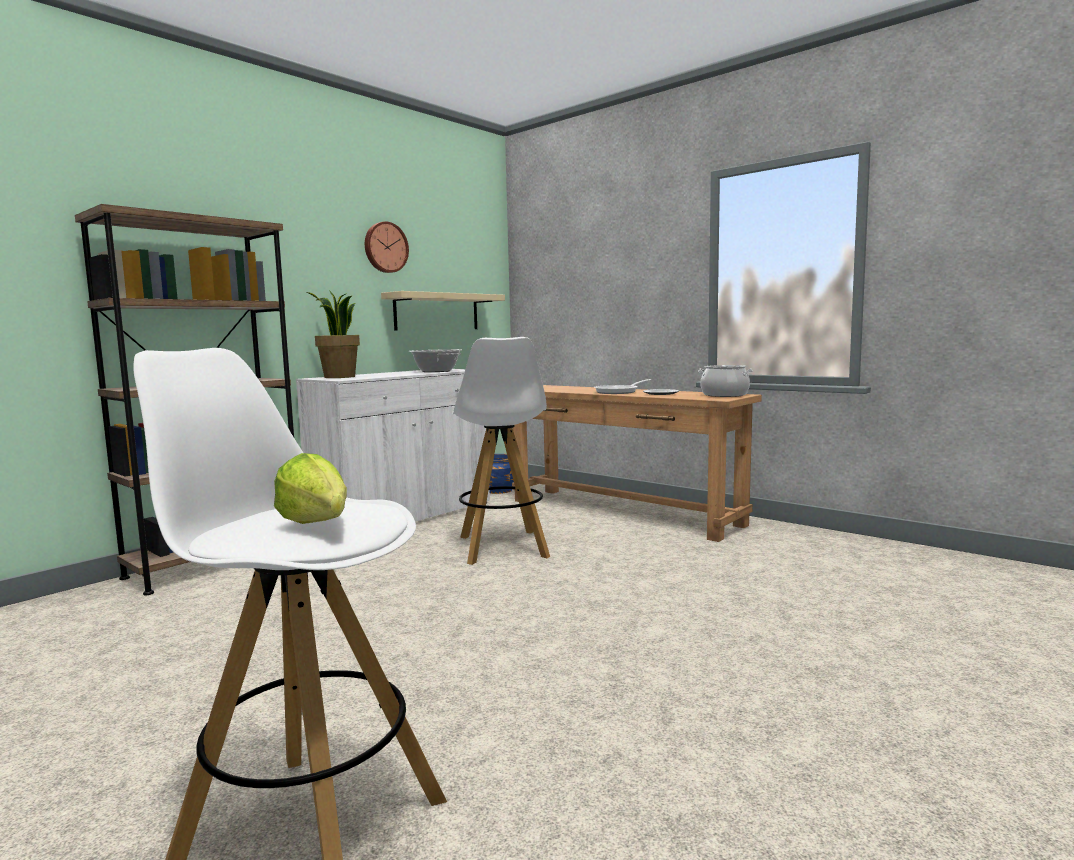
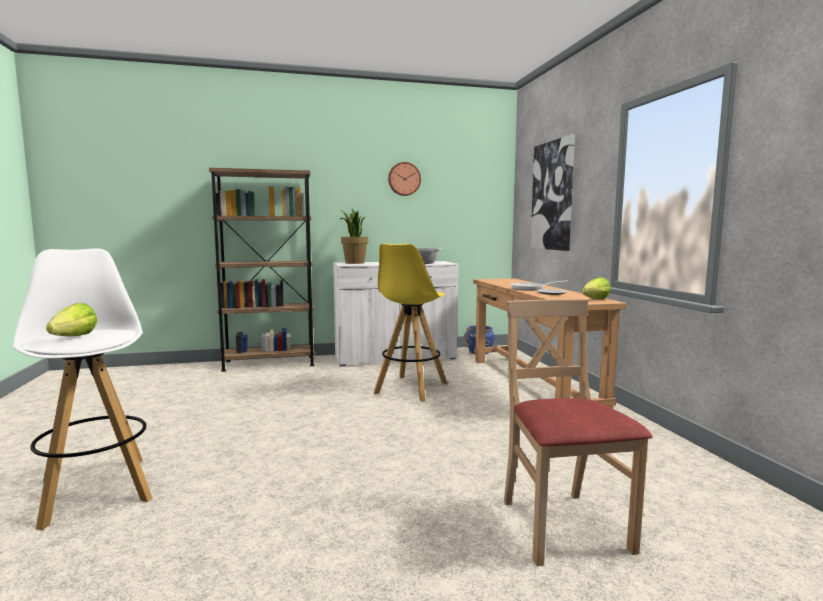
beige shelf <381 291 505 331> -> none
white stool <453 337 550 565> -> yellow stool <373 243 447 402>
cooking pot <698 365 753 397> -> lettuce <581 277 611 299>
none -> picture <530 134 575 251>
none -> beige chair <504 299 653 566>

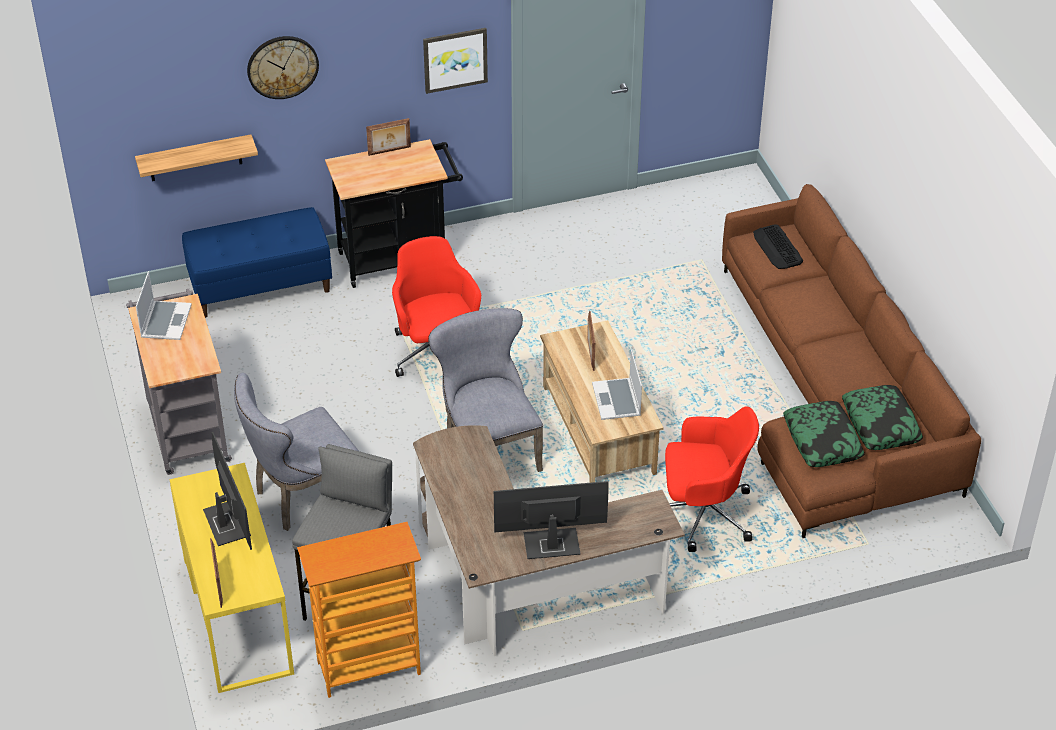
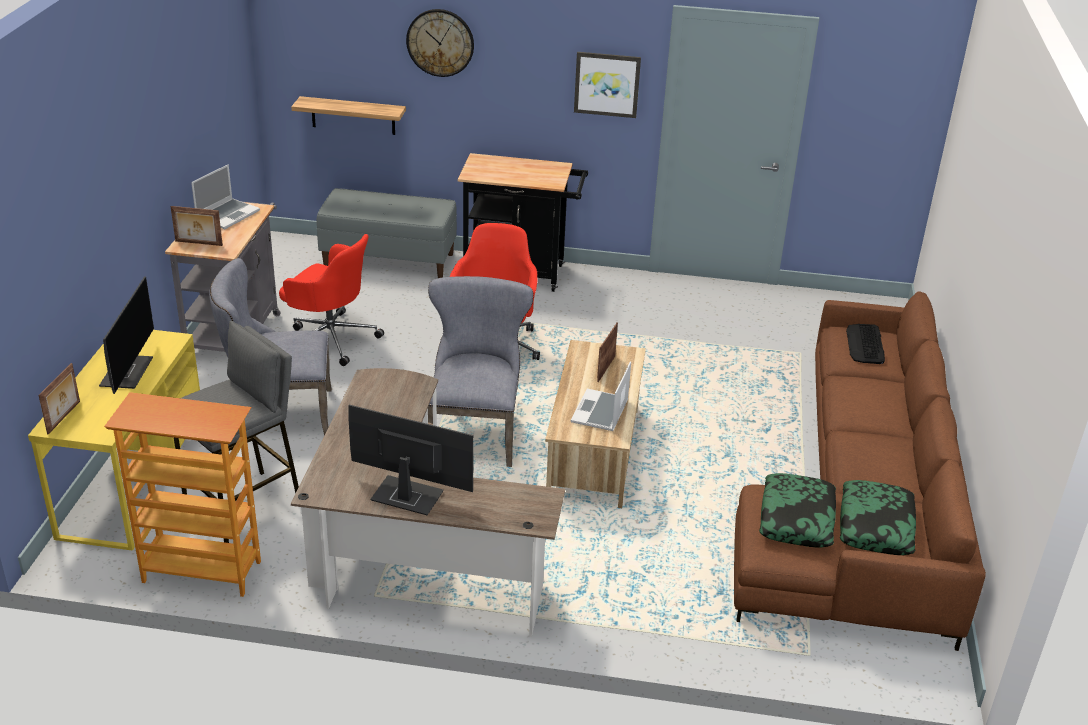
picture frame <366 118 411 156> -> picture frame <171 206 223 246>, relocated
blue bench <182 207 332 318> -> grey bench <317 188 457 278>
red office chair <665 406 759 552> -> red office chair <279 234 384 366>, relocated

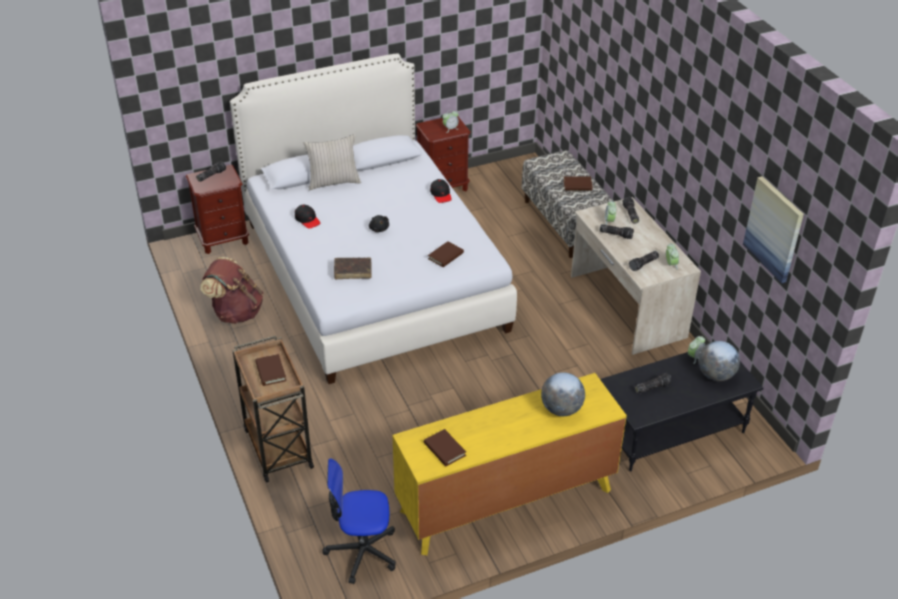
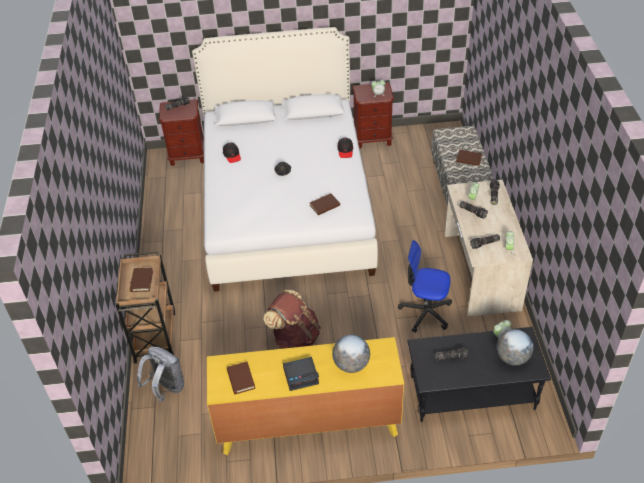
beige pillow <303 134 361 190> -> none
picture <743 176 804 283> -> none
brown backpack <200 257 263 324> -> brown backpack <263 290 321 349>, relocated
brown book <334 257 372 279> -> none
office chair <323 458 396 584> -> office chair <398 240 452 333>, relocated
none -> grey backpack <137 347 184 402>
none -> alarm clock <283 357 319 391>

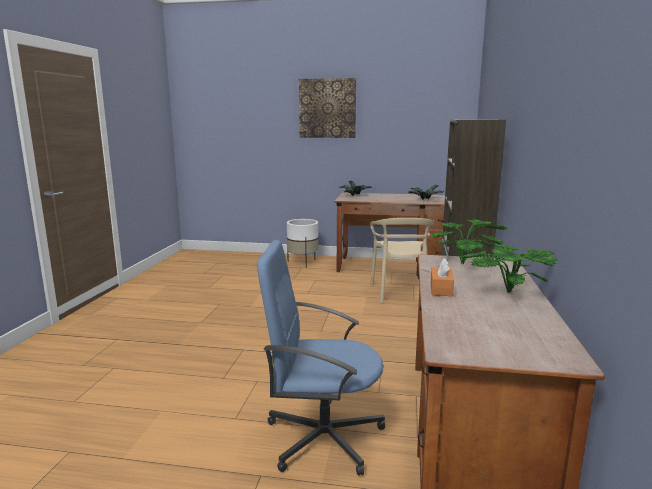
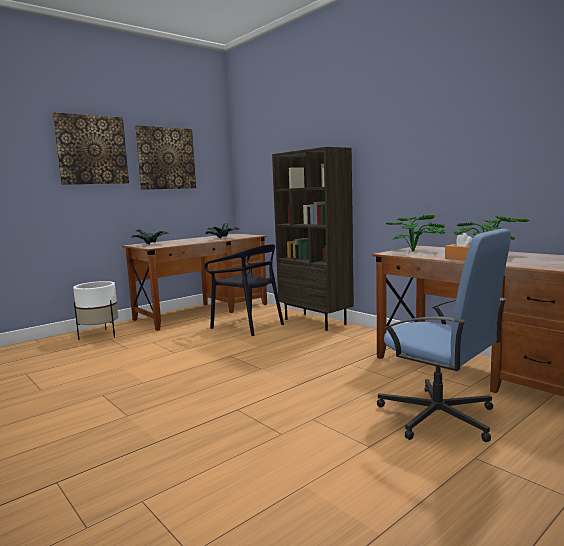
beige chair <370 218 434 303> -> black chair <204 244 284 336>
blue office chair <257 240 385 476> -> blue office chair <377 229 511 442>, 90 degrees counterclockwise
none -> picture <135 125 196 190>

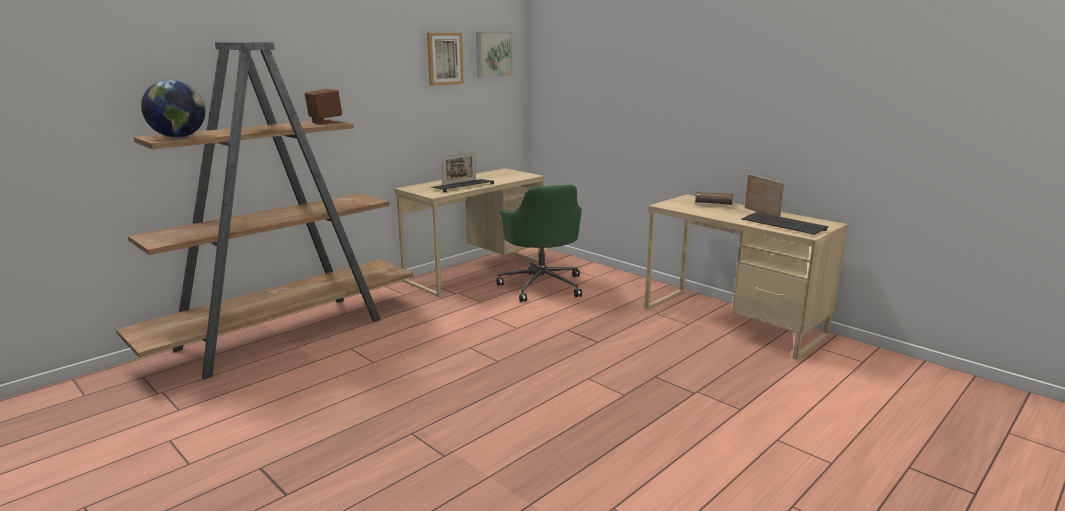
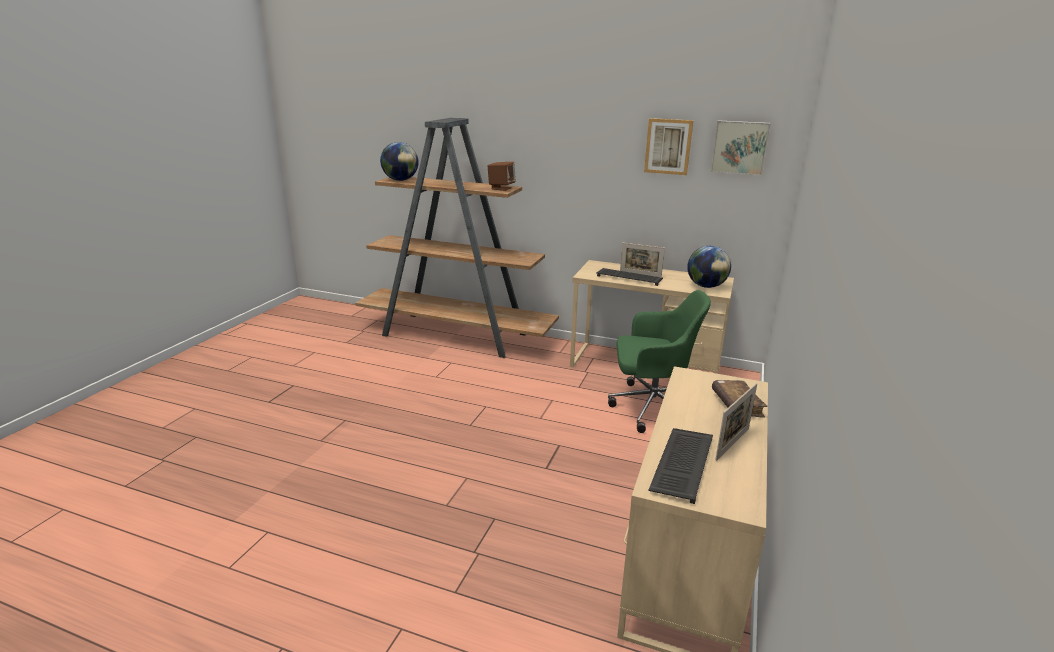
green office chair <496 185 582 302> -> green office chair <608 290 711 433>, 135 degrees counterclockwise
none -> globe <687 246 731 288>

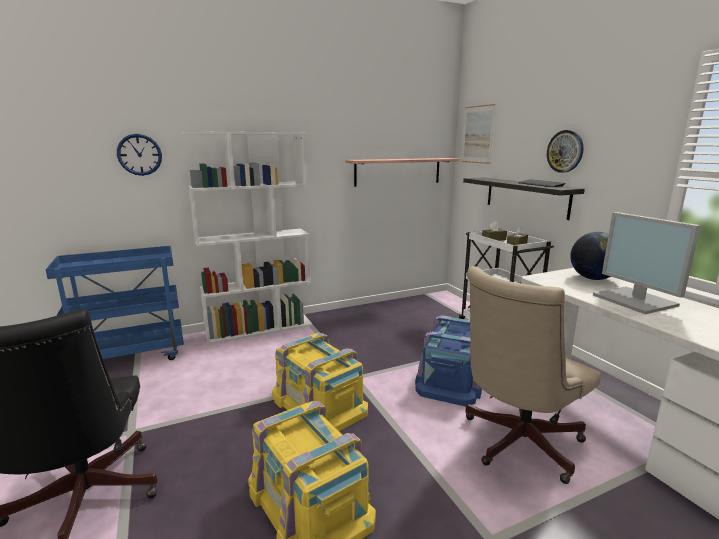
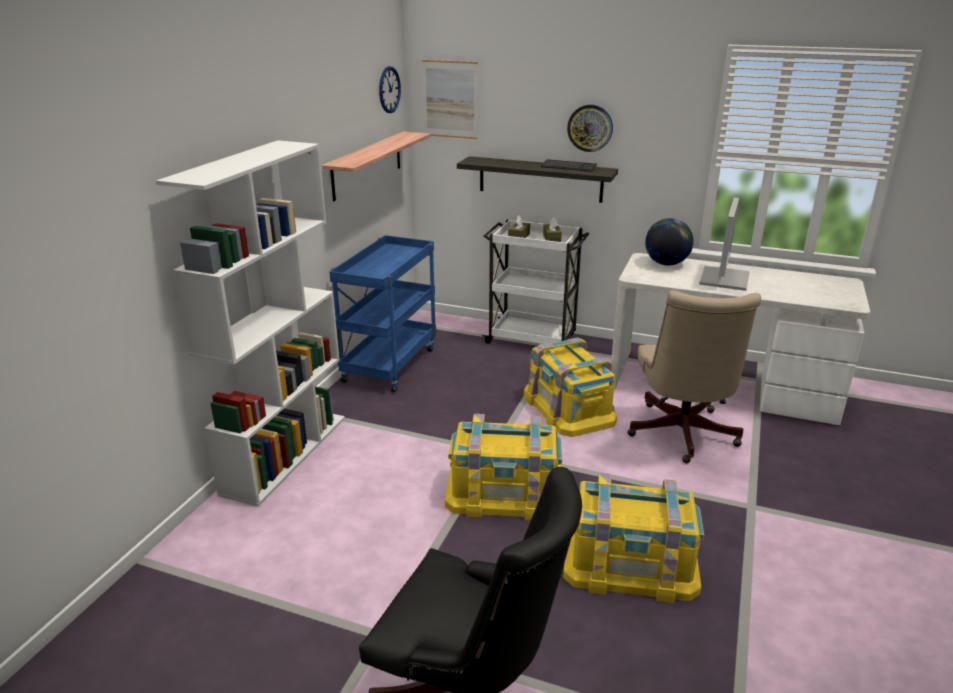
wall clock <117 134 162 176> -> wall clock <379 66 401 113>, relocated
monitor <593 212 701 314> -> monitor <699 197 750 291>, 90 degrees counterclockwise
blue cart <46 246 184 360> -> blue cart <329 235 436 393>, relocated
blue storage box <415 315 482 406> -> yellow storage box <524 337 617 437>

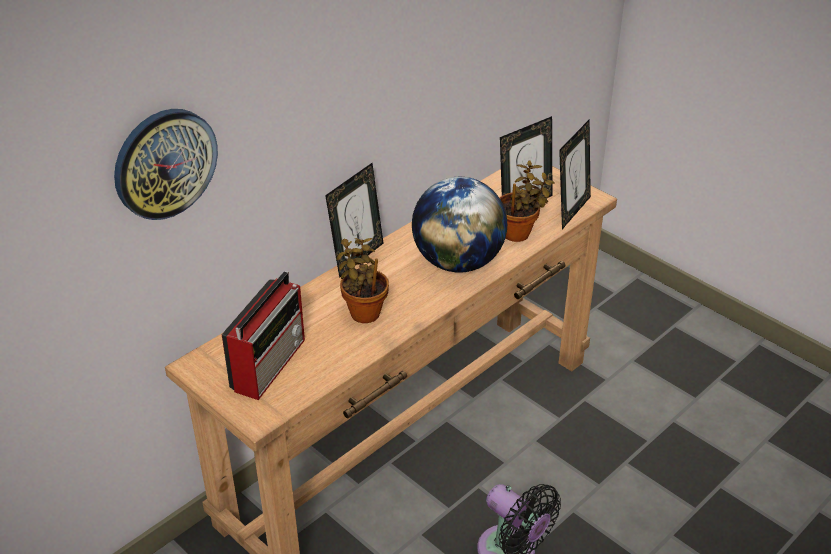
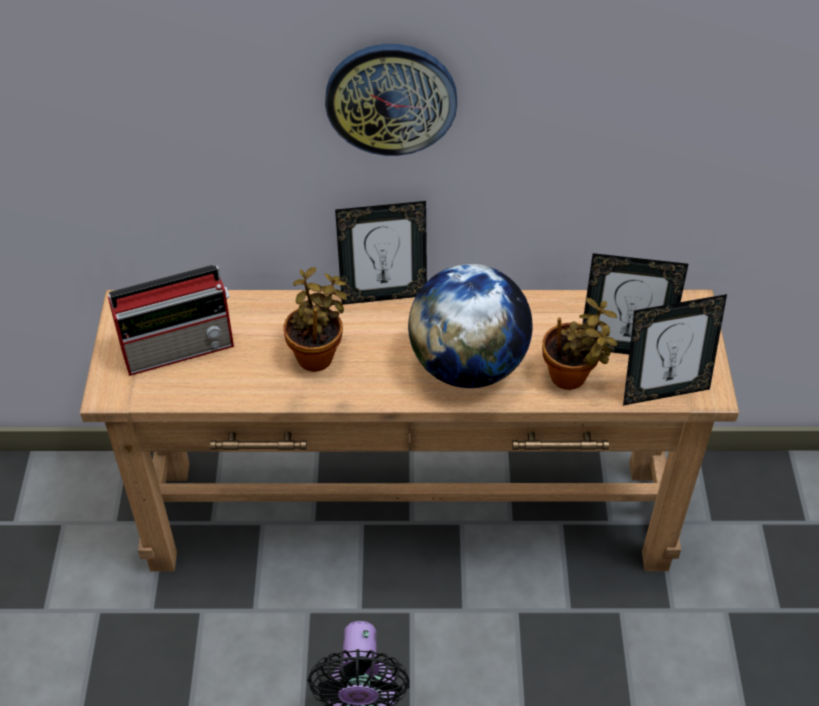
wall clock <114 109 218 220> -> wall clock <325 44 457 156>, relocated

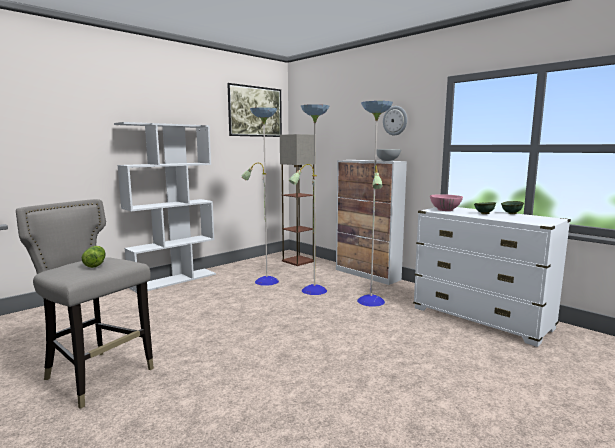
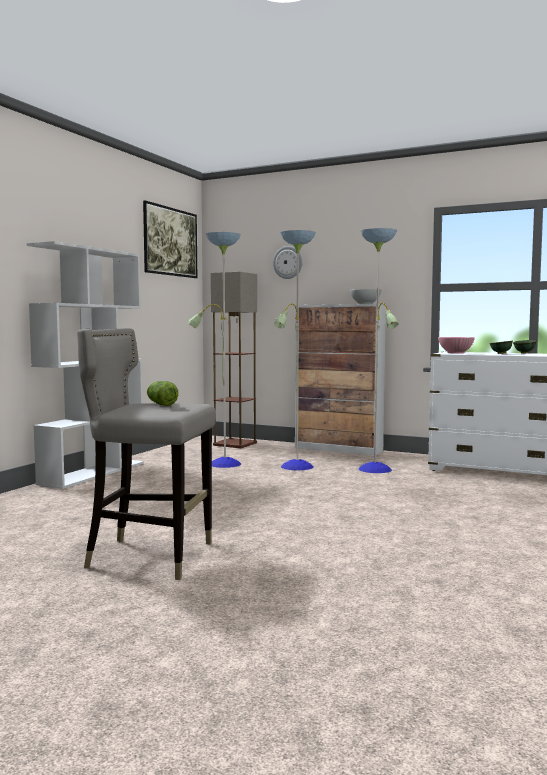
wall clock <383 106 407 136> -> wall clock <273 246 303 279>, relocated

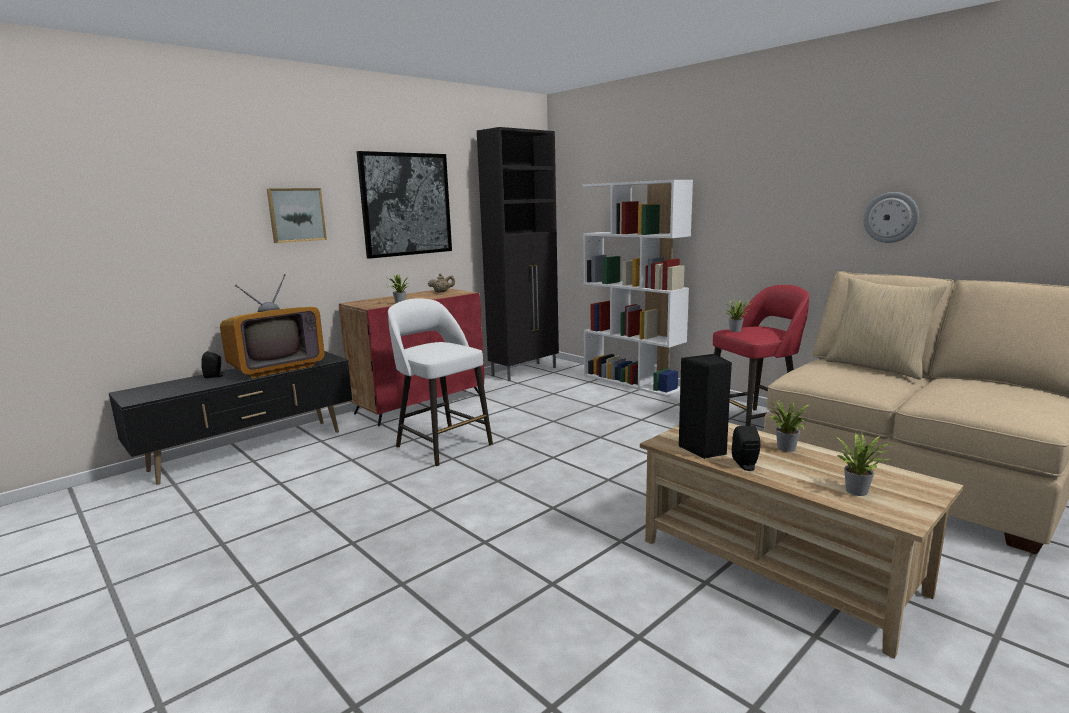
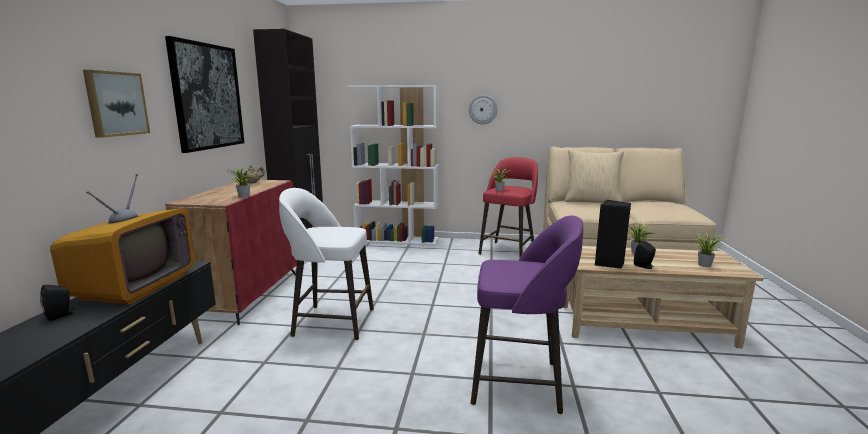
wall clock <863 192 919 243> -> wall clock <469 95 498 124>, relocated
none -> purple stool <471 215 583 414>

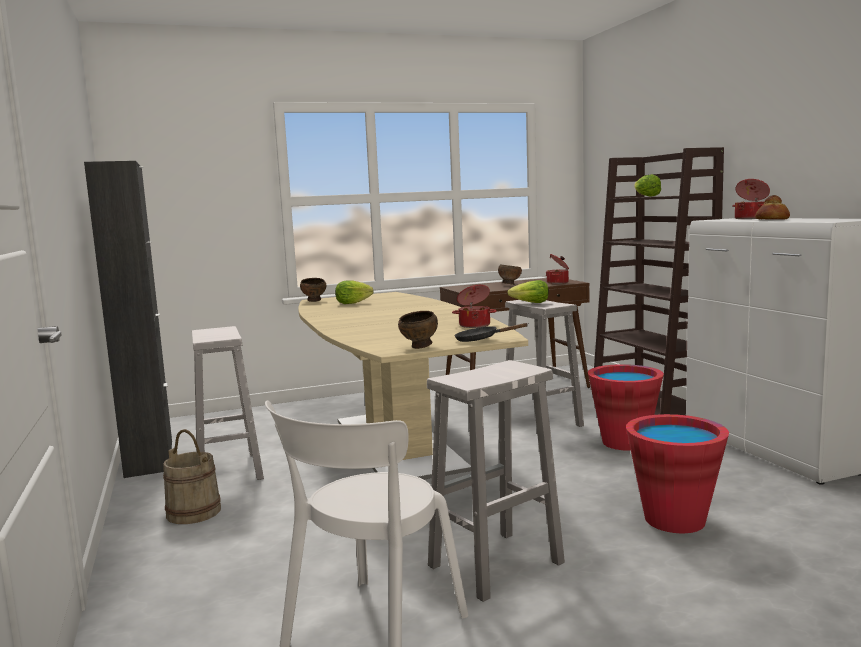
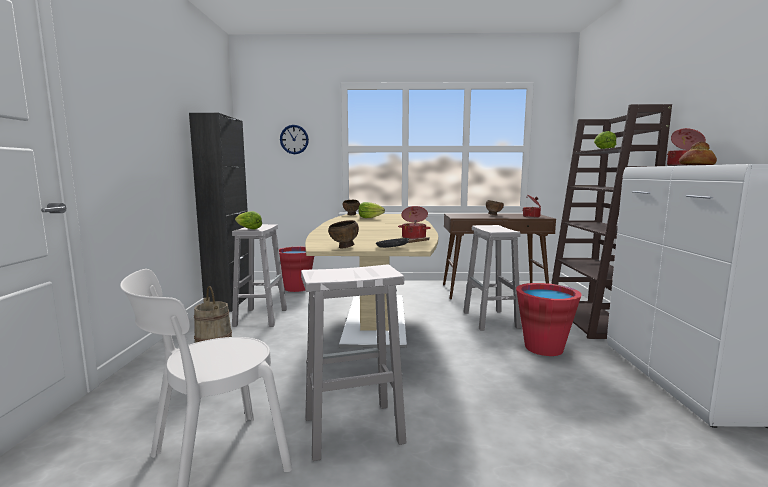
lettuce <507 280 549 303> -> lettuce <235 211 262 229>, relocated
red bucket <626 414 729 533> -> red bucket <279 247 314 292>, relocated
none -> wall clock <280 125 309 154>

